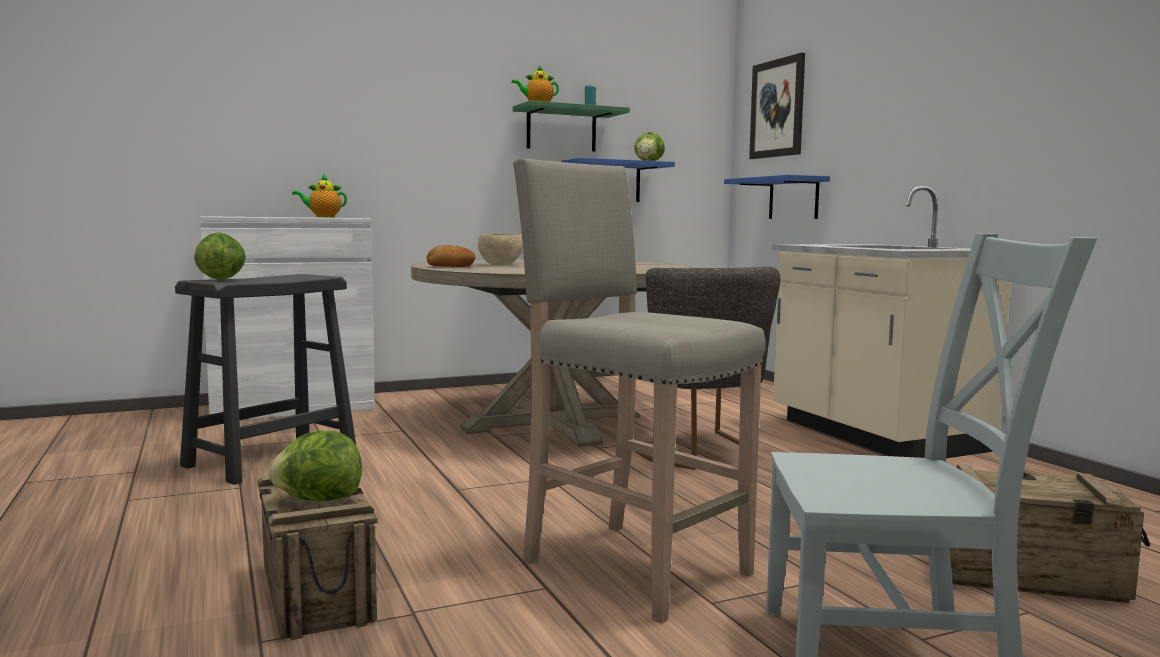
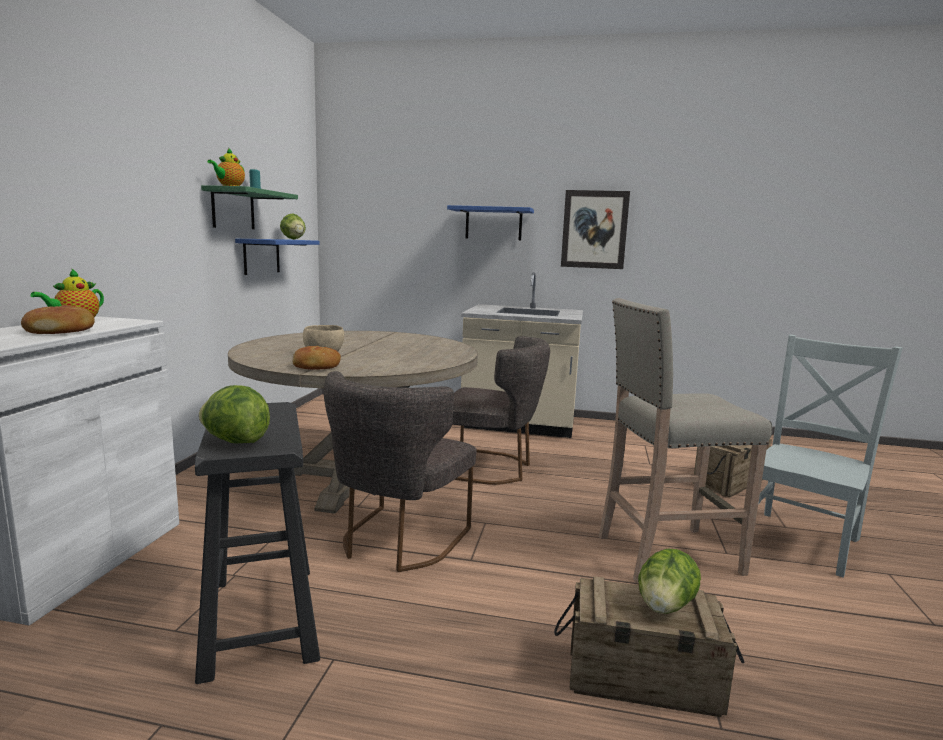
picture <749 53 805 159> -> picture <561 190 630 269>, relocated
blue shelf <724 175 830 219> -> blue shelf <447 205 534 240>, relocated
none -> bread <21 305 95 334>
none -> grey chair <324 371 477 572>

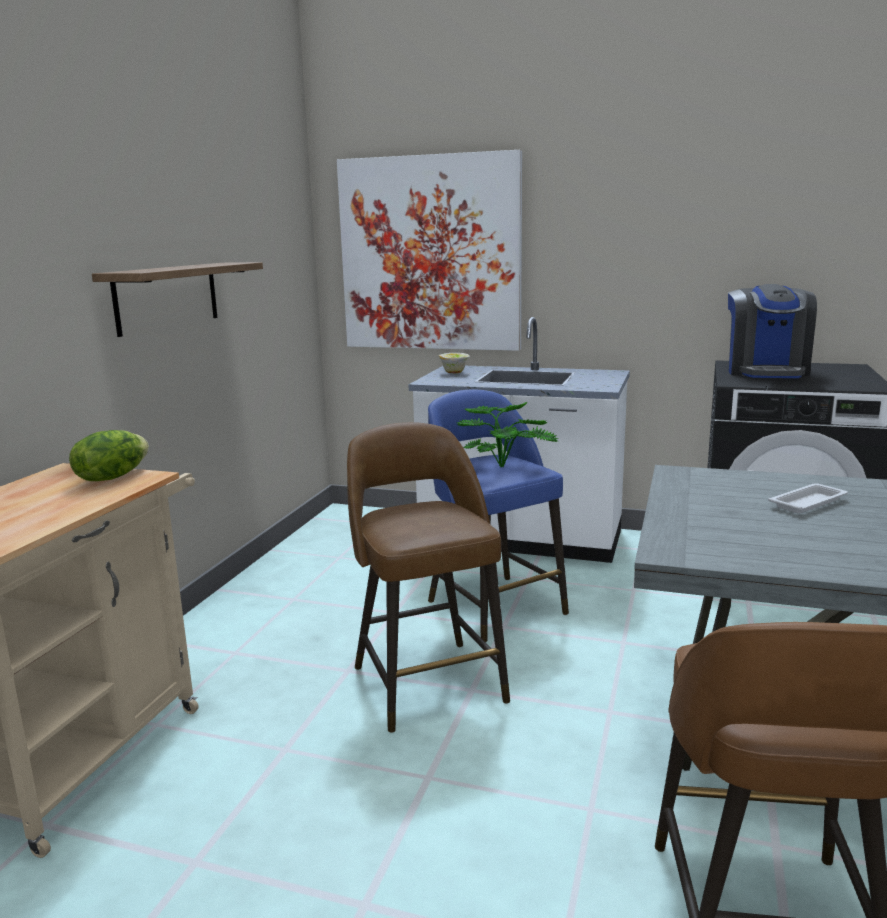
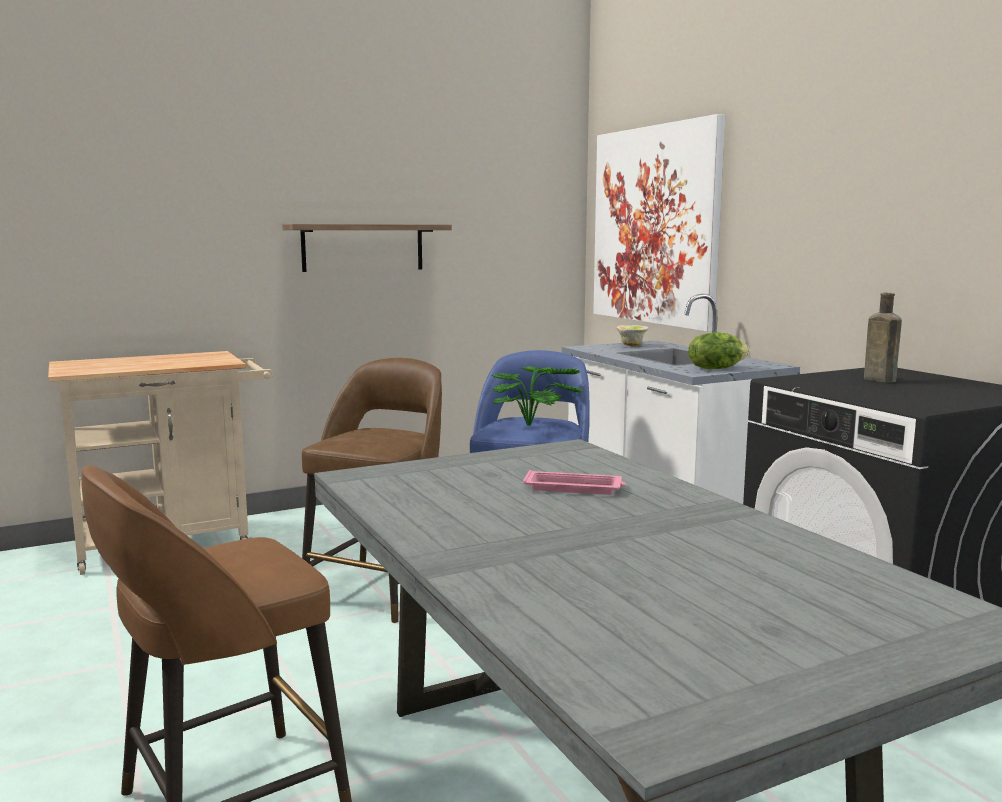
coffee machine <728 284 817 378> -> brown bottle <864 293 902 383>
lettuce <69 430 149 481> -> lettuce <688 332 749 369>, relocated
white tray <768 483 848 513> -> pink tray <523 470 626 495>

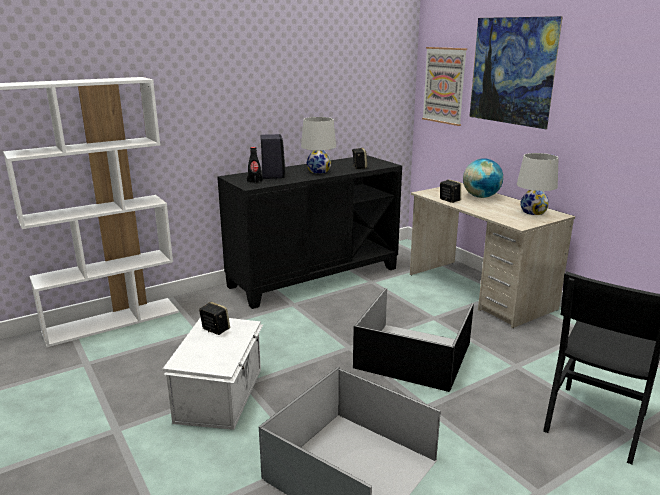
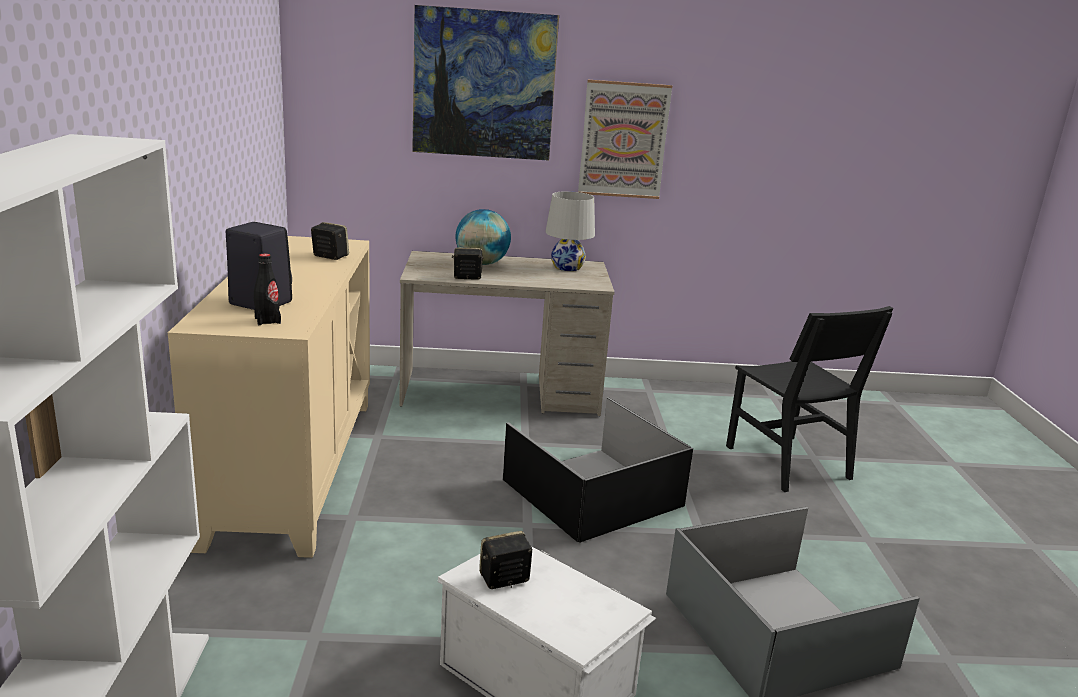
picture <422 47 467 126> -> picture <578 80 672 199>, relocated
white table lamp <301 117 336 174> -> none
black cabinet <217 155 402 309> -> beige cabinet <168 236 370 558>

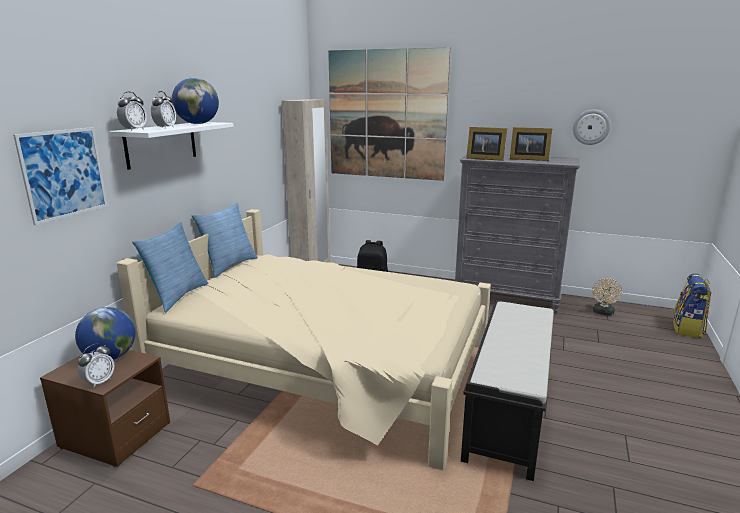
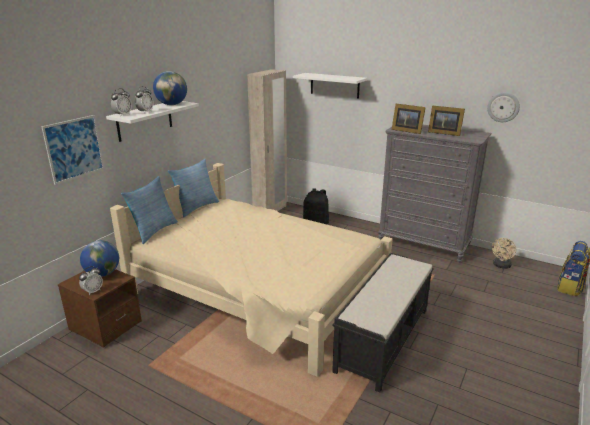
picture <328 48 450 181> -> white shelf <293 73 367 99>

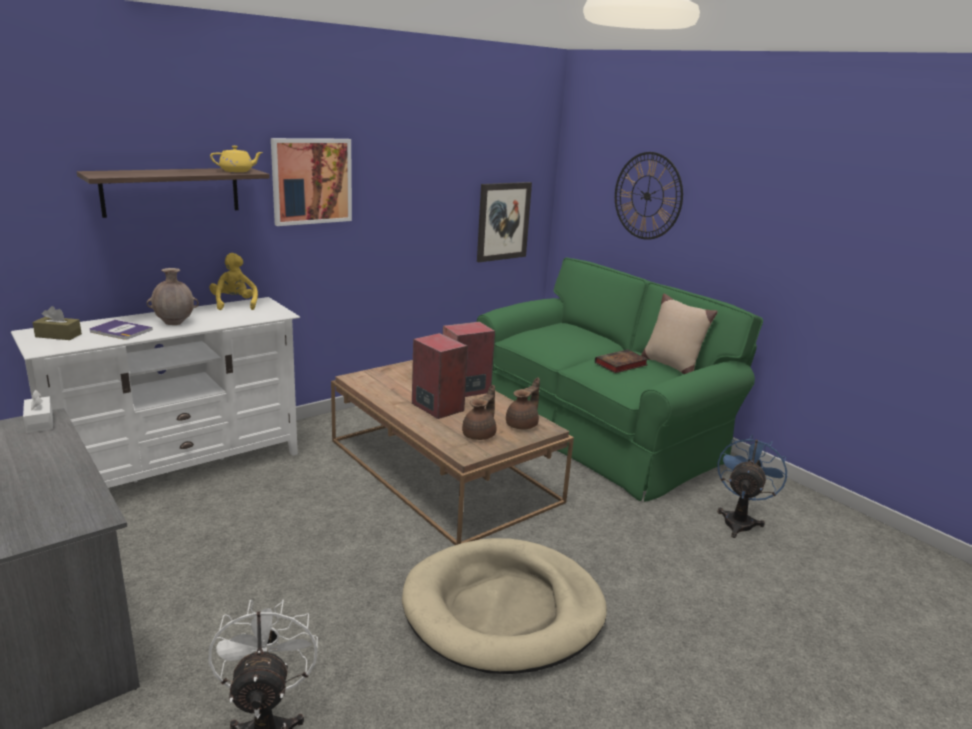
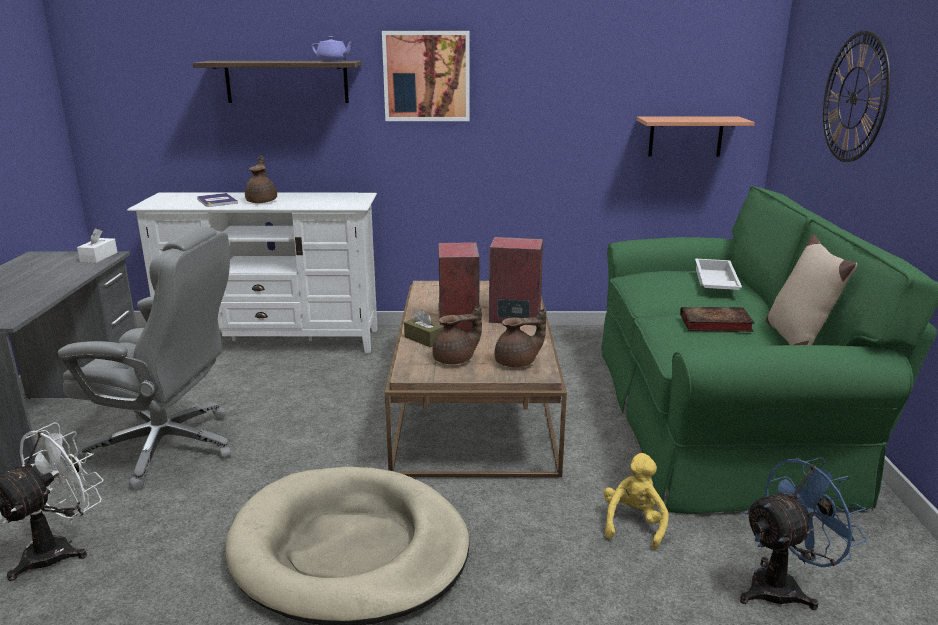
yellow teapot <210 146 263 172> -> purple teapot <312 36 353 62>
picture <477 182 532 262> -> shelf <637 117 755 157>
yellow plush toy <209 253 258 310> -> yellow plush toy <604 453 669 549>, relocated
brown vase <147 268 199 325> -> brown teapot <245 156 277 203>
brown tissue box <32 306 82 340> -> brown tissue box <404 309 444 347>, relocated
none -> grey office chair <58 226 231 490>
none -> white tray <695 259 742 290>

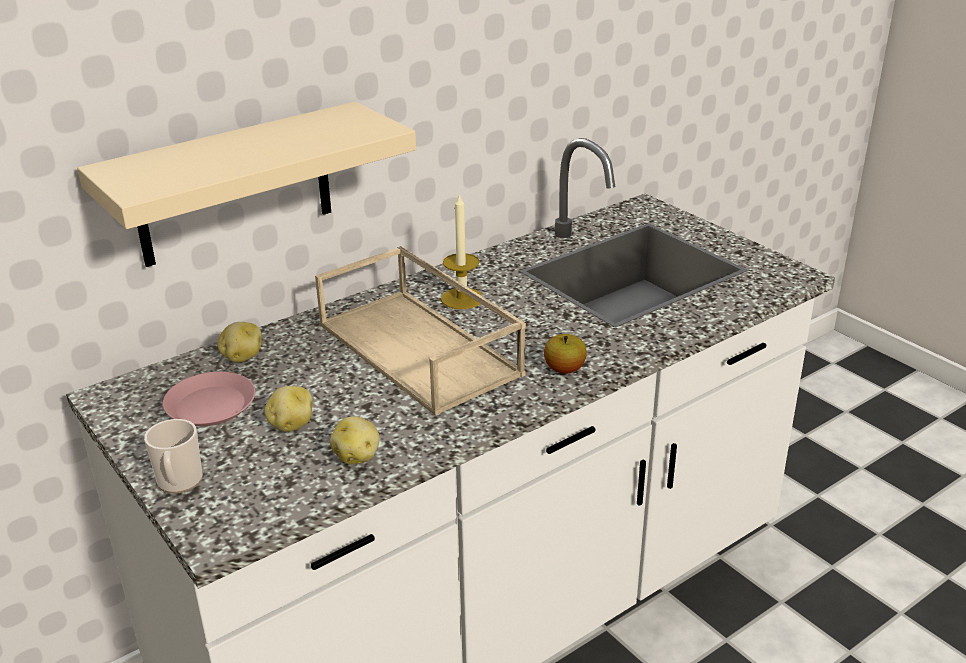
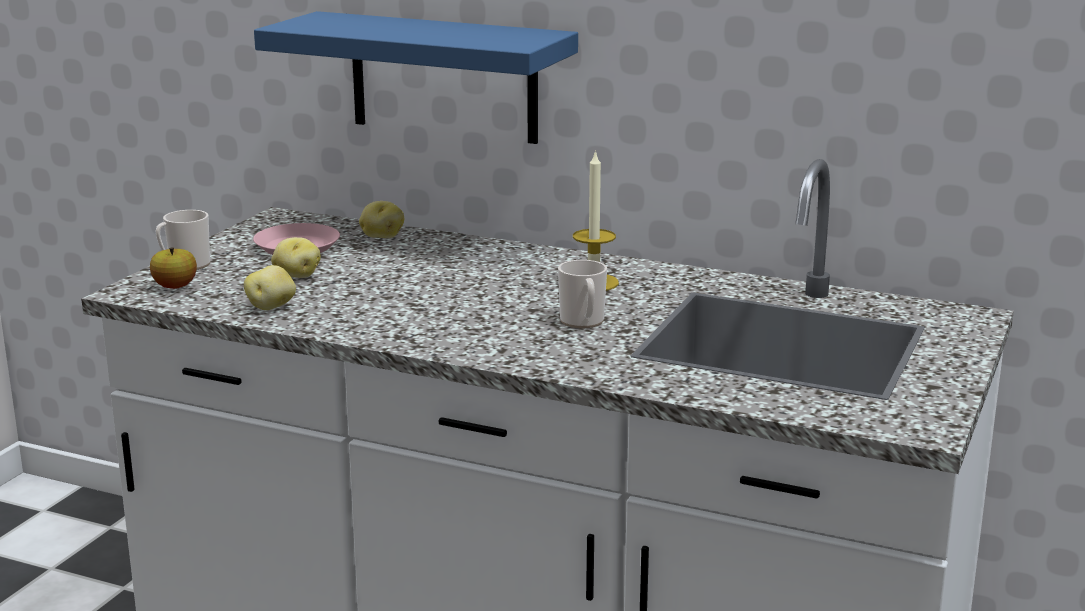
beige shelf <77 102 416 267> -> blue shelf <254 11 578 144>
beige tray <315 246 526 416> -> none
apple <544 334 587 374> -> apple <150 247 197 289>, relocated
none -> mug <558 260 607 328>

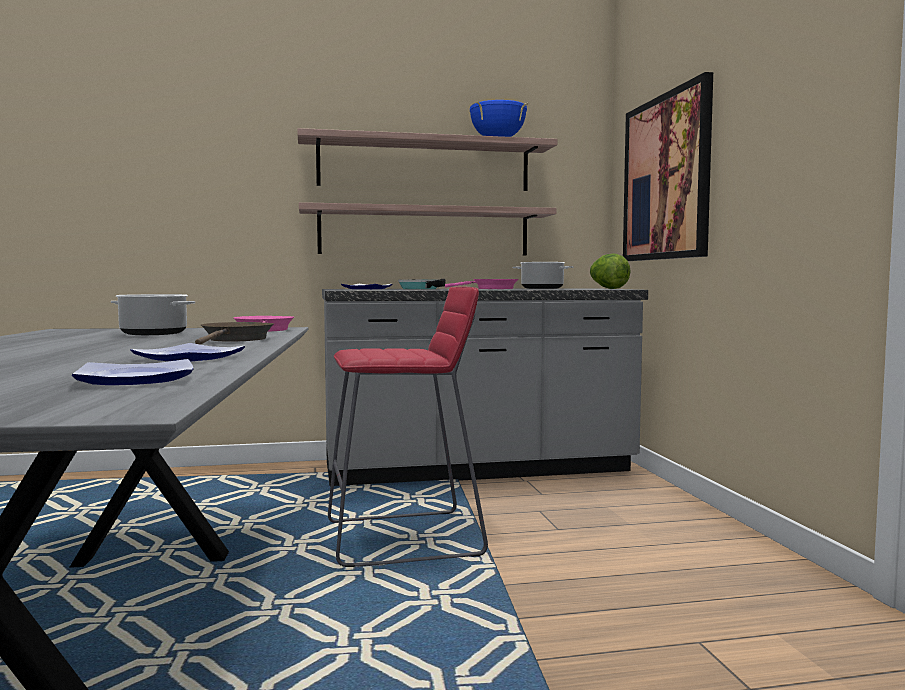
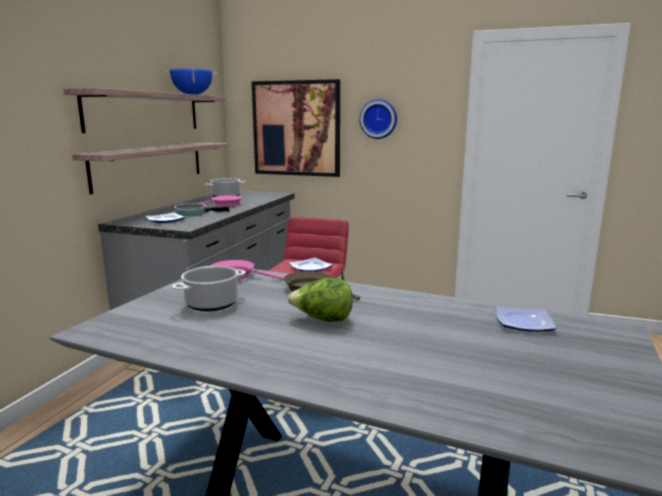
lettuce <590 254 631 289> -> lettuce <288 278 353 322>, relocated
plate <130 343 245 362> -> plate <289 257 333 271>, relocated
none -> wall clock <359 99 397 139>

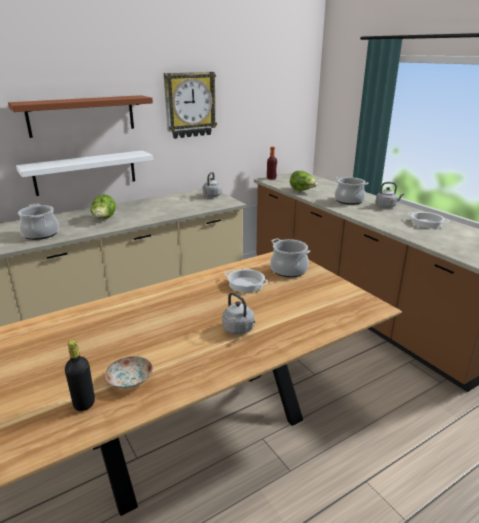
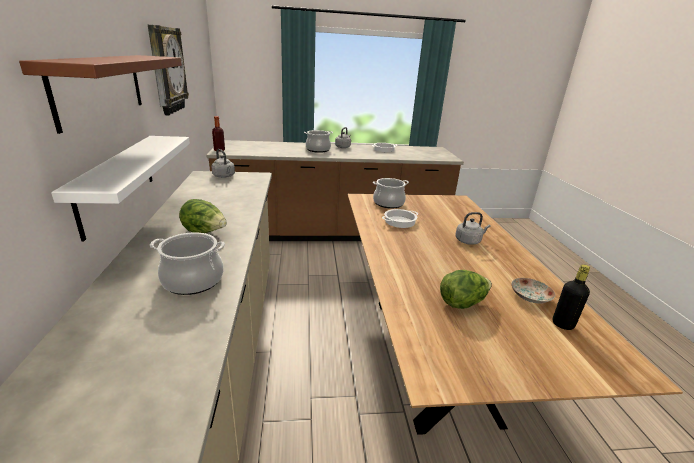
lettuce <290 171 318 191> -> lettuce <440 270 492 309>, relocated

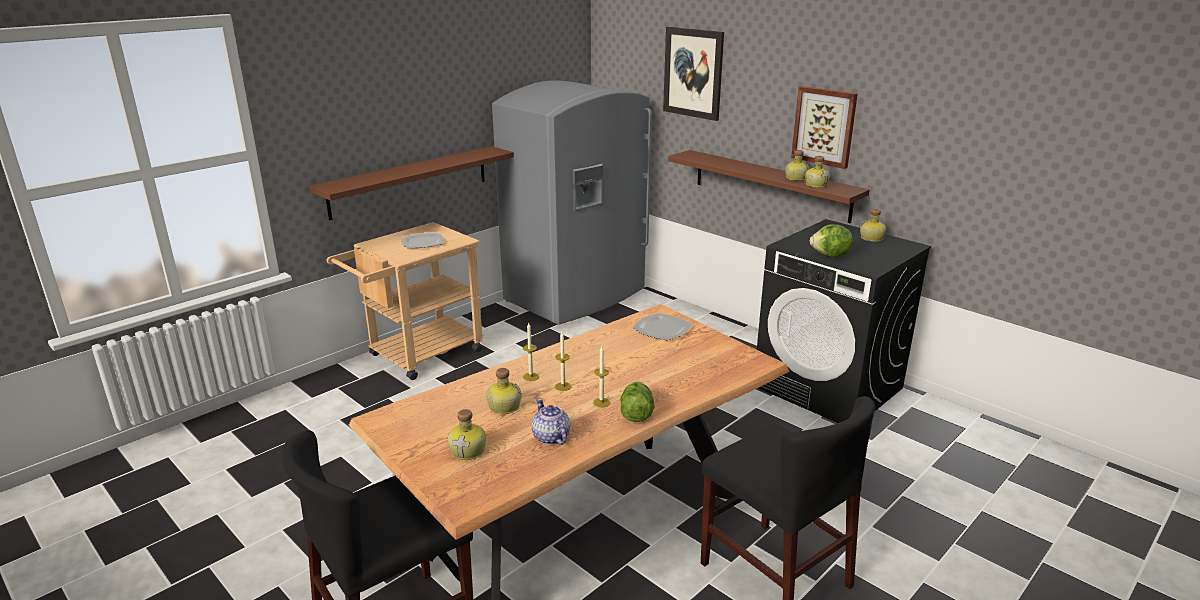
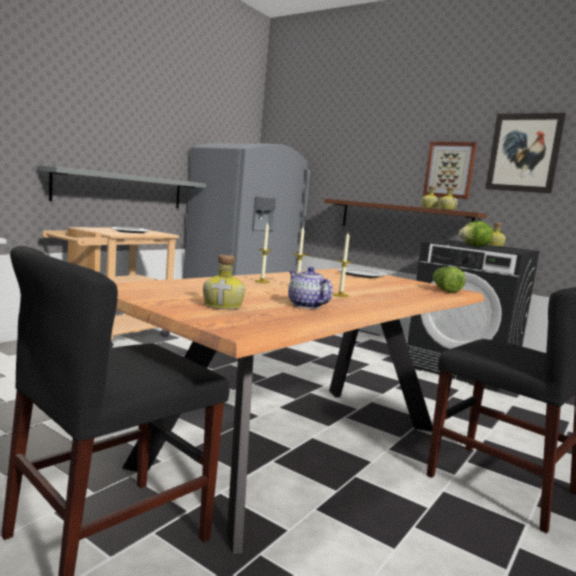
picture <663 27 724 121> -> picture <485 113 566 194>, relocated
brown shelf <310 146 514 220> -> grey shelf <37 165 206 208>
bottle <486 368 521 414> -> none
lettuce <620 381 654 422> -> lettuce <433 267 466 293>, relocated

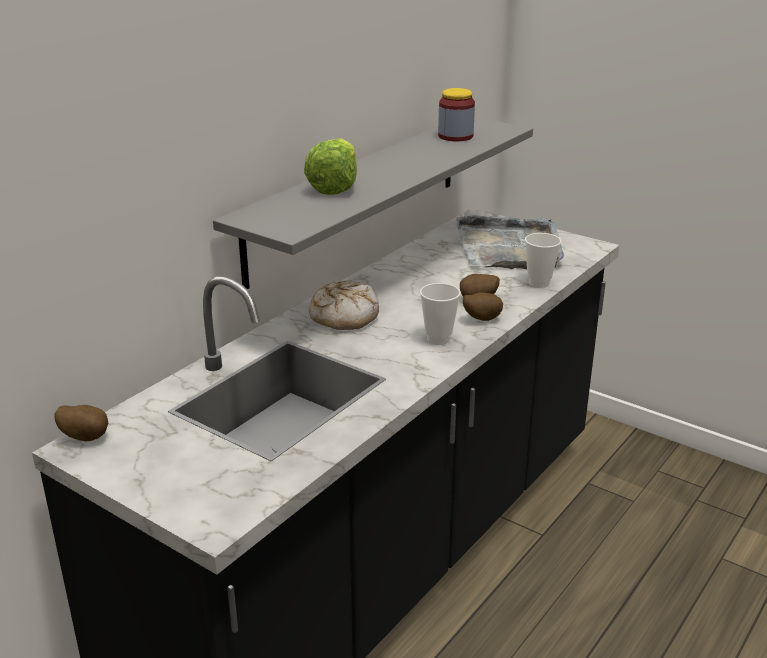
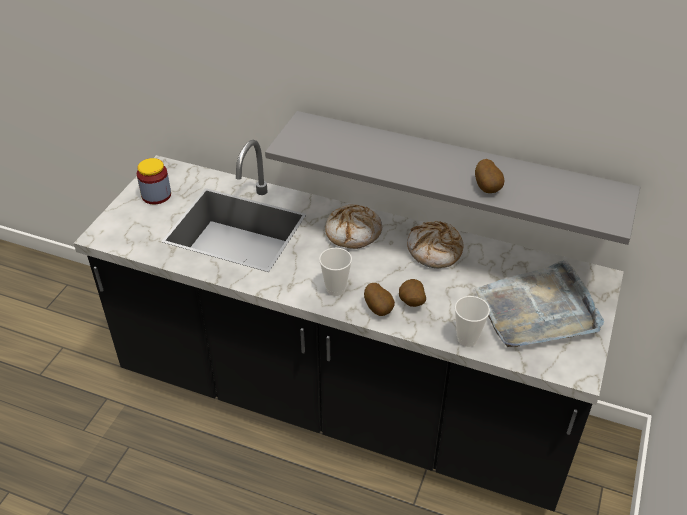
jar <438 88 475 141> -> jar <137 158 171 204>, relocated
lettuce <304 138 357 195> -> none
potato <54 405 108 441> -> potato <475 159 505 193>, relocated
none -> bread <407 221 464 268>

